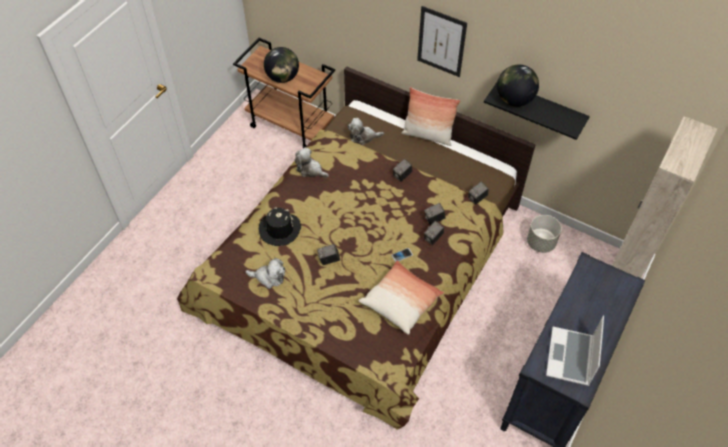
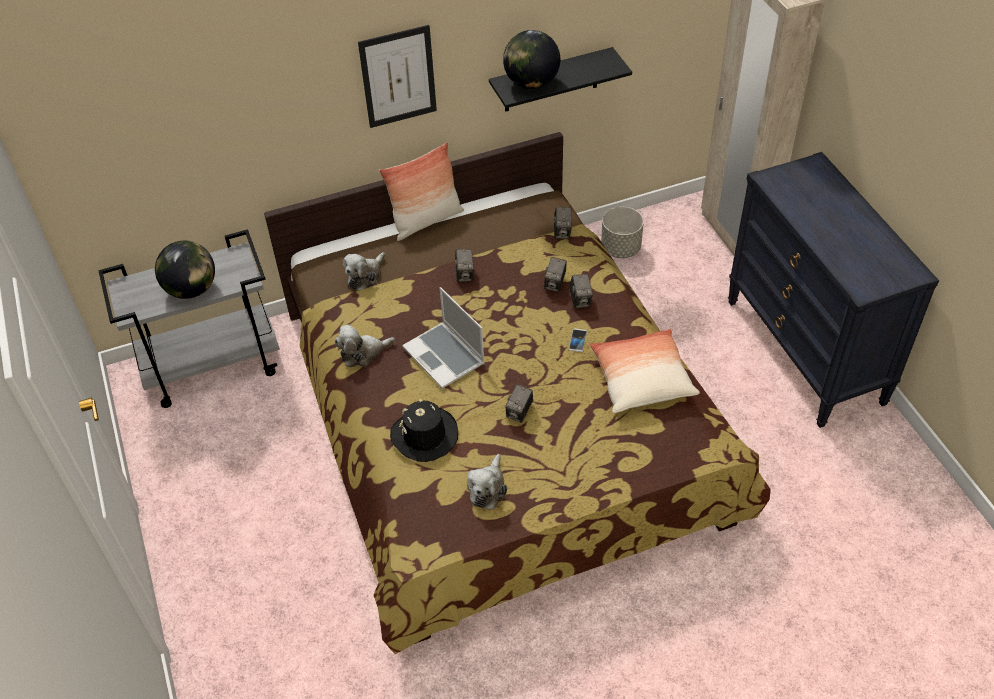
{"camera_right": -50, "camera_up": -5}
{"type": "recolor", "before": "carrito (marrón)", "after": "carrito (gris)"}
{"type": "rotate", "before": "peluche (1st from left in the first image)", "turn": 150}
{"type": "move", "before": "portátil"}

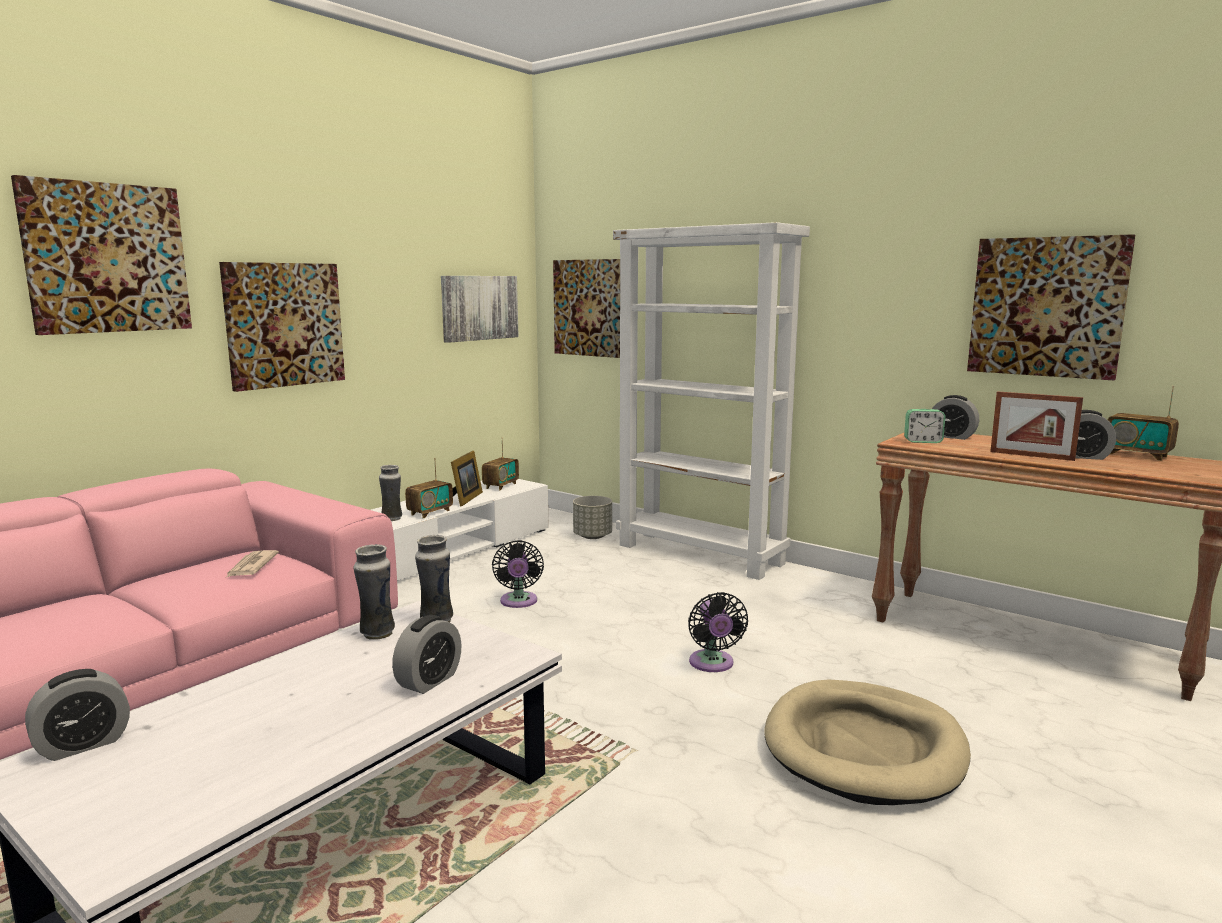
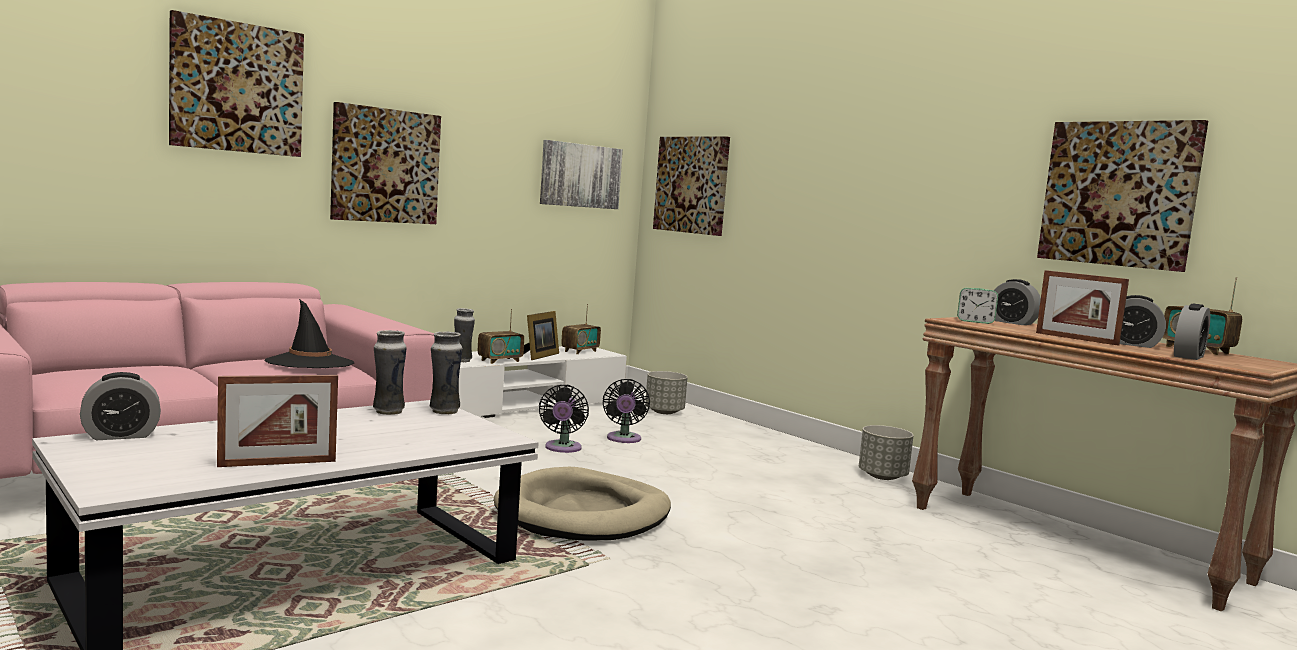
{"camera_right": 10, "camera_up": -5}
{"type": "delete", "before": "estantería (blanco)"}
{"type": "replace", "before": "periódico", "after": "sombrero (negro)"}
{"type": "move", "before": "ventilador (negro) (2nd from left)"}
{"type": "move", "before": "despertador (2nd from left in the first image)", "after": "despertador (5th from left)"}
{"type": "move", "before": "cama para perro (beis)"}
{"type": "insert", "after": "portarretratos (1st from left)"}
{"type": "insert", "after": "maceta (gris) (2nd from left)"}

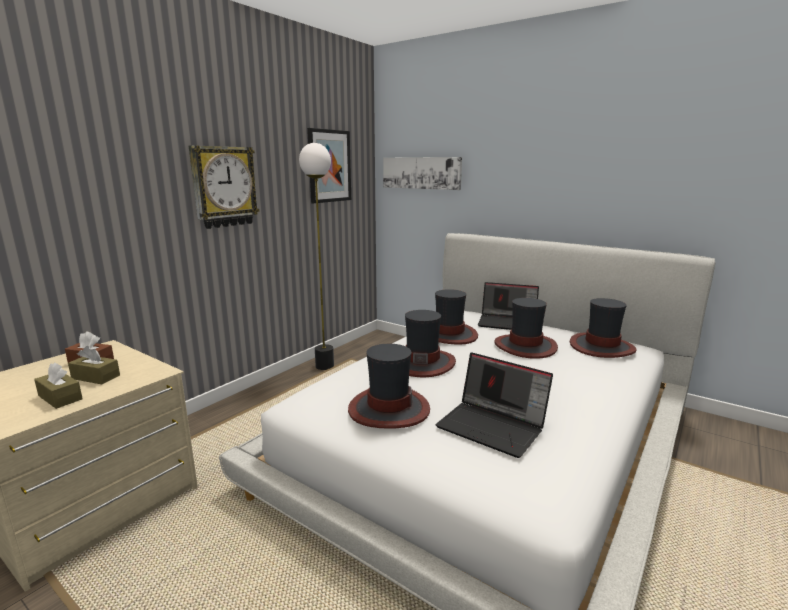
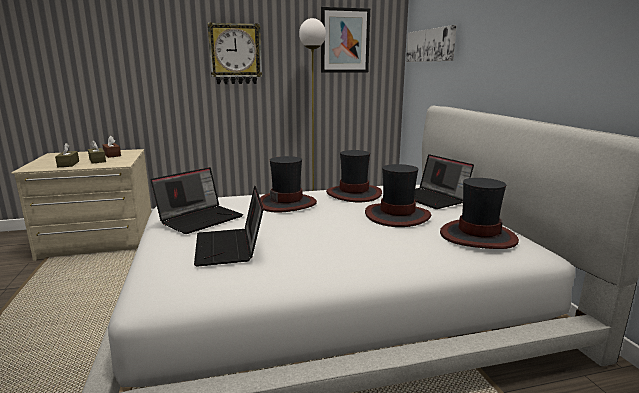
{"camera_right": 40, "camera_up": 0}
{"type": "replace", "before": "sombrero (1st from left)", "after": "portátil (1st from left)"}

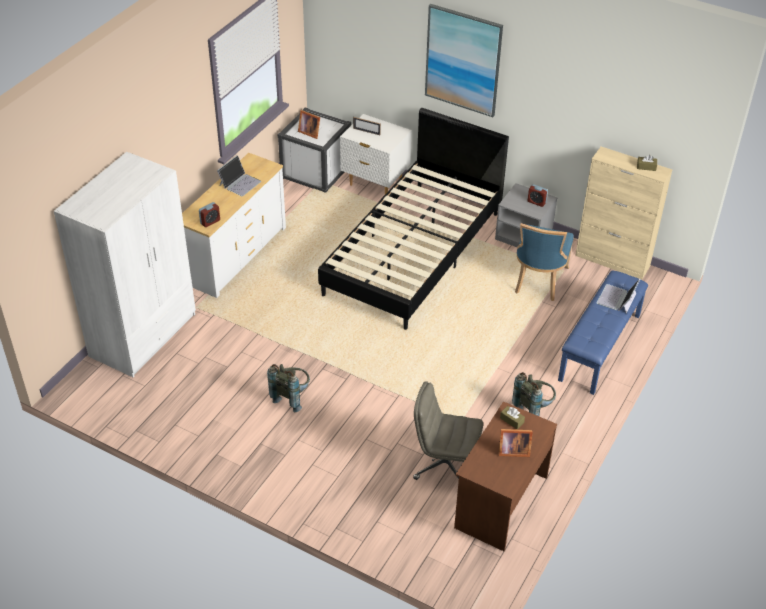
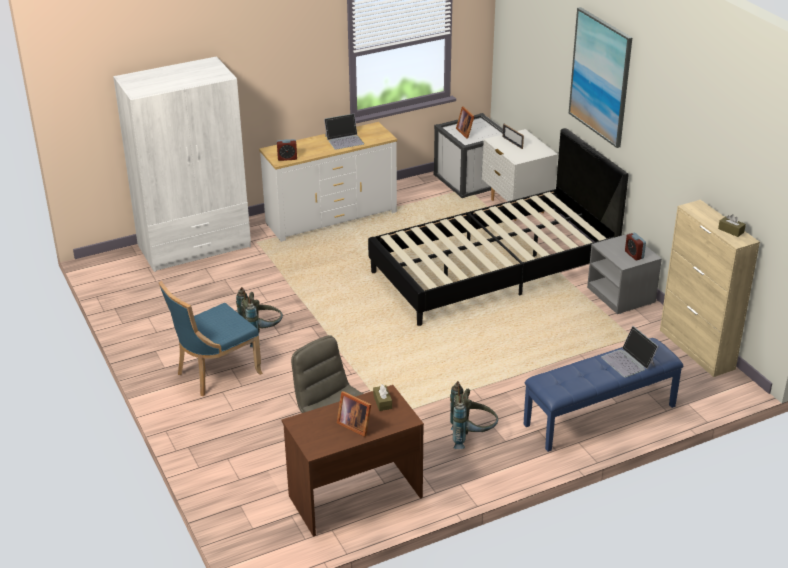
{"camera_right": 35, "camera_up": -10}
{"type": "move", "before": "silla (azul)"}
{"type": "rotate", "before": "portátil (2nd from left)", "turn": -90}

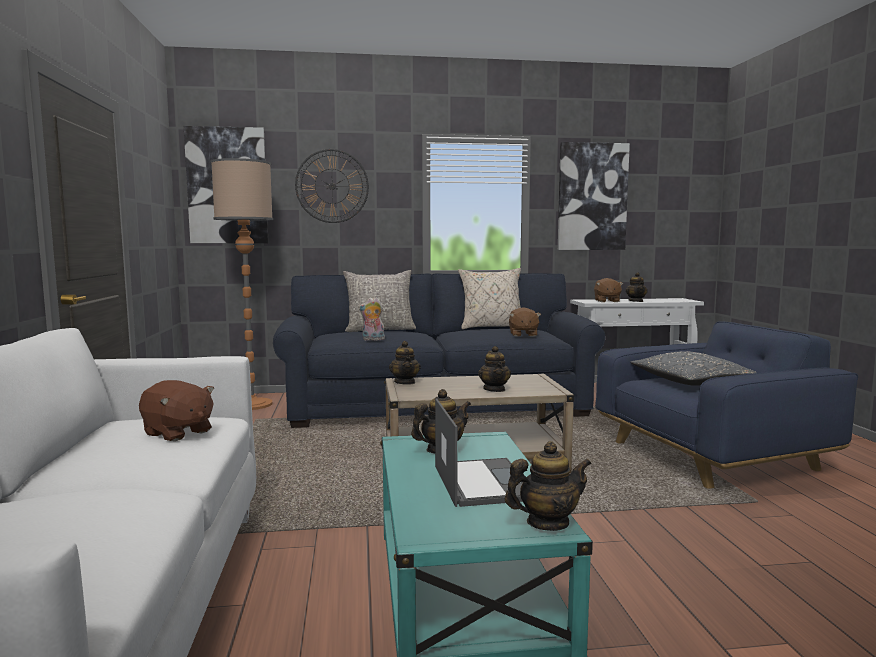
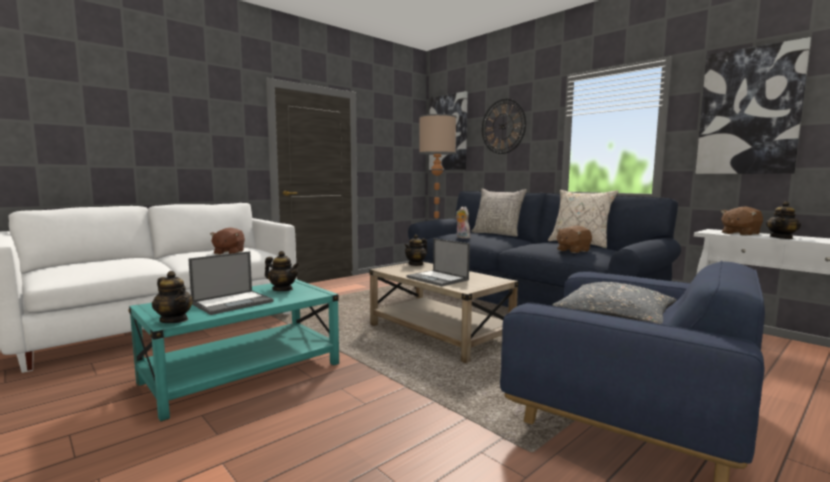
{"camera_right": 55, "camera_up": 0}
{"type": "replace", "before": "tetera (3rd from left)", "after": "portátil (2nd from left)"}

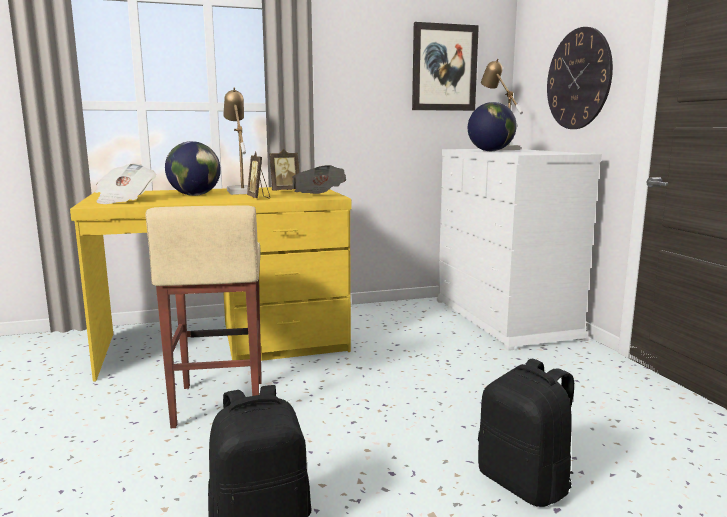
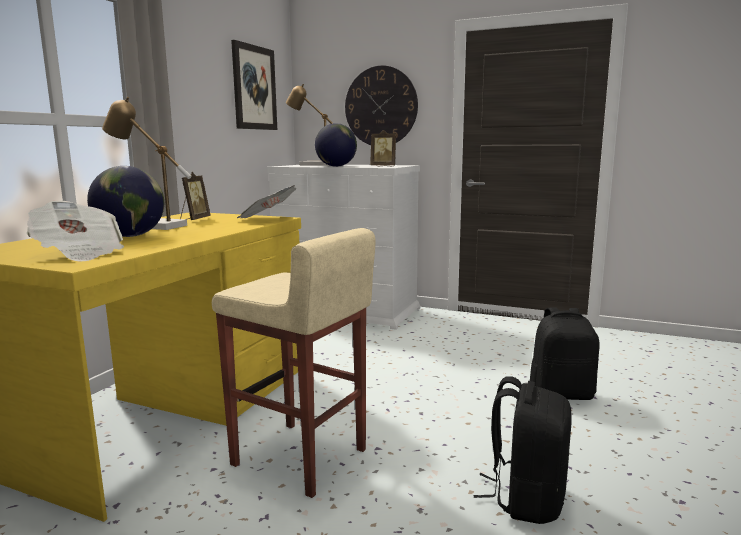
{"camera_right": -50, "camera_up": 0}
{"type": "move", "before": "portarretratos (1st from left in the first image)", "after": "portarretratos (2nd from left)"}

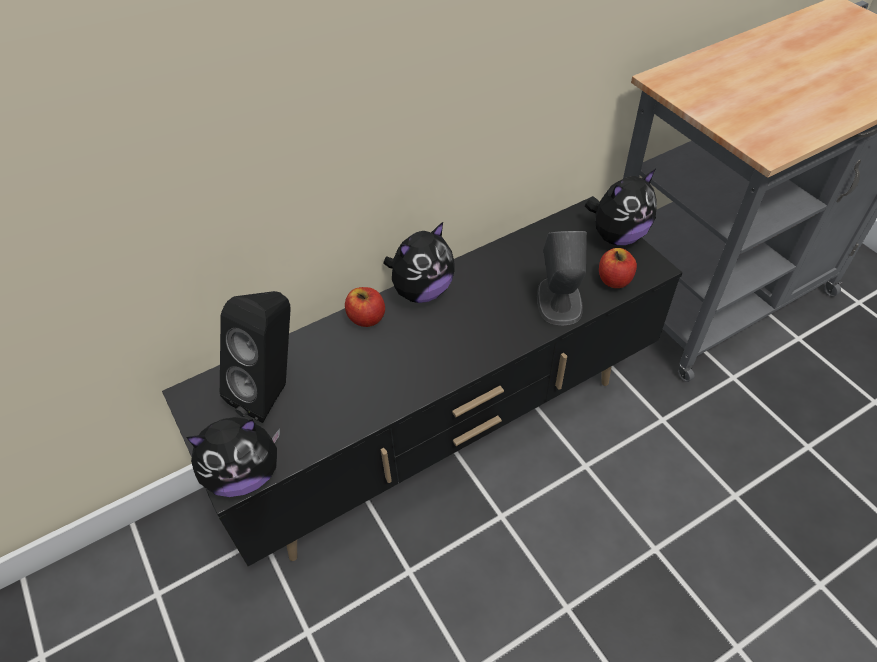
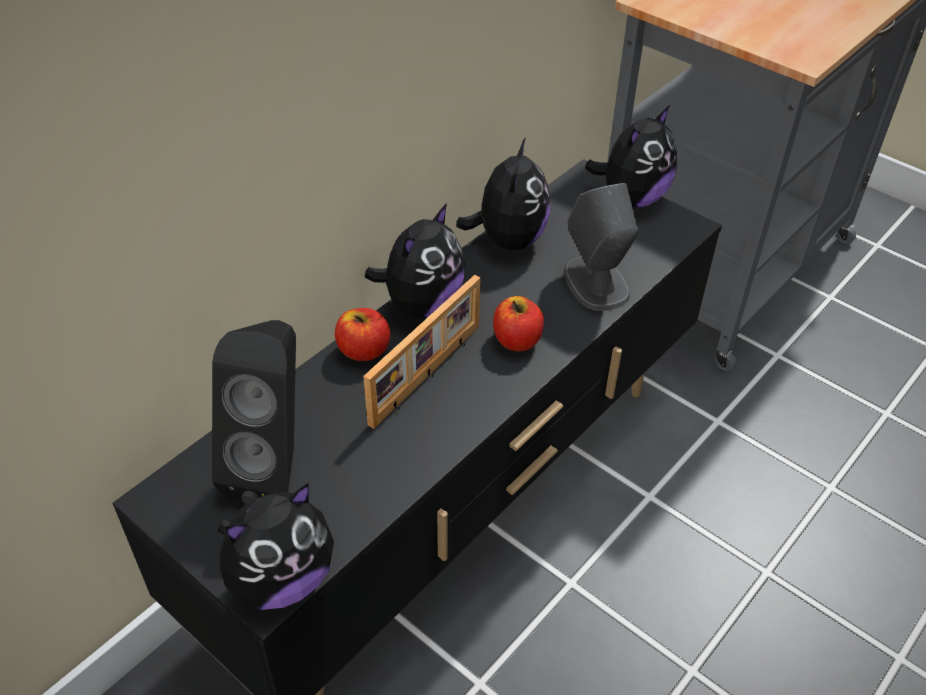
{"camera_right": -20, "camera_up": -5}
{"type": "move", "before": "manzana (2nd from left)"}
{"type": "insert", "after": "peluche (3rd from left)"}
{"type": "insert", "after": "portarretratos"}

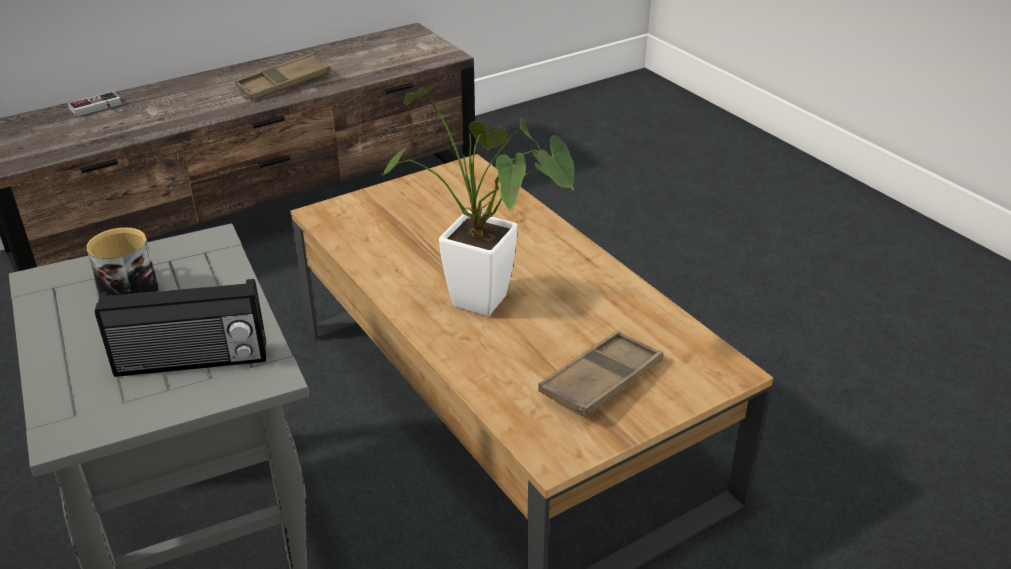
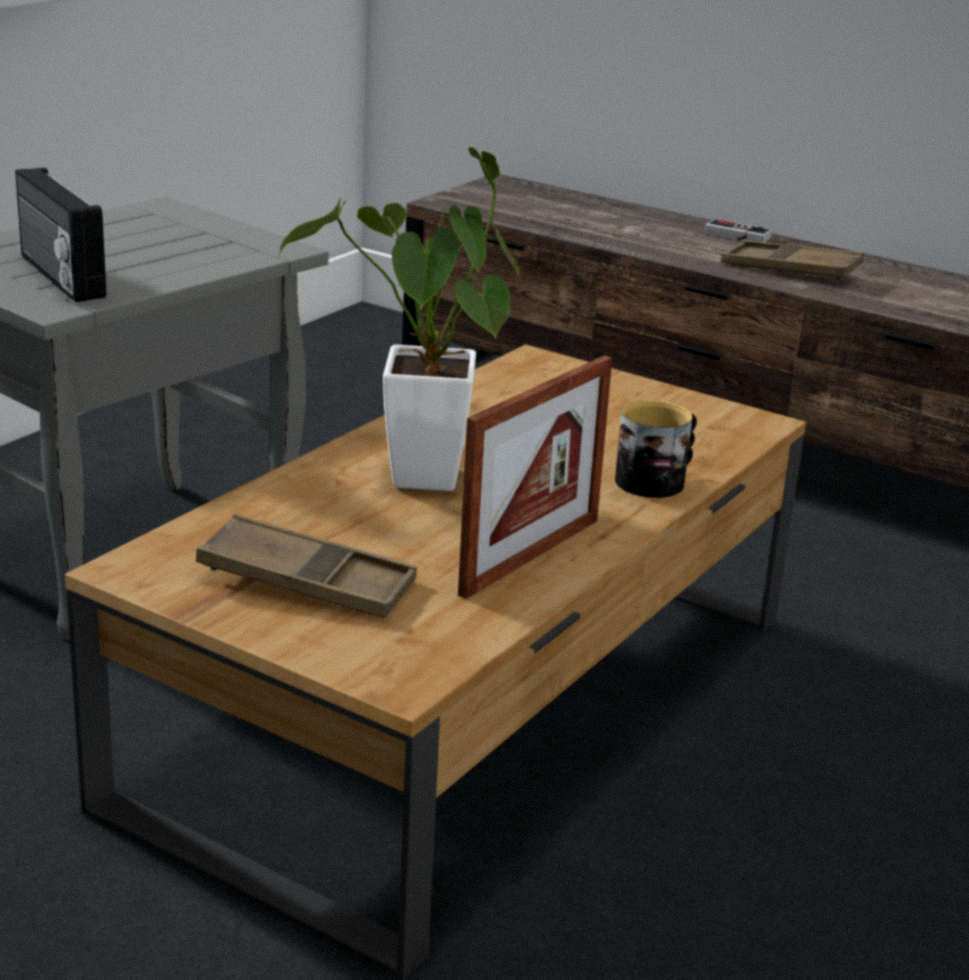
{"camera_right": 65, "camera_up": -10}
{"type": "move", "before": "mando de consola"}
{"type": "move", "before": "taza grande"}
{"type": "insert", "after": "portarretratos"}

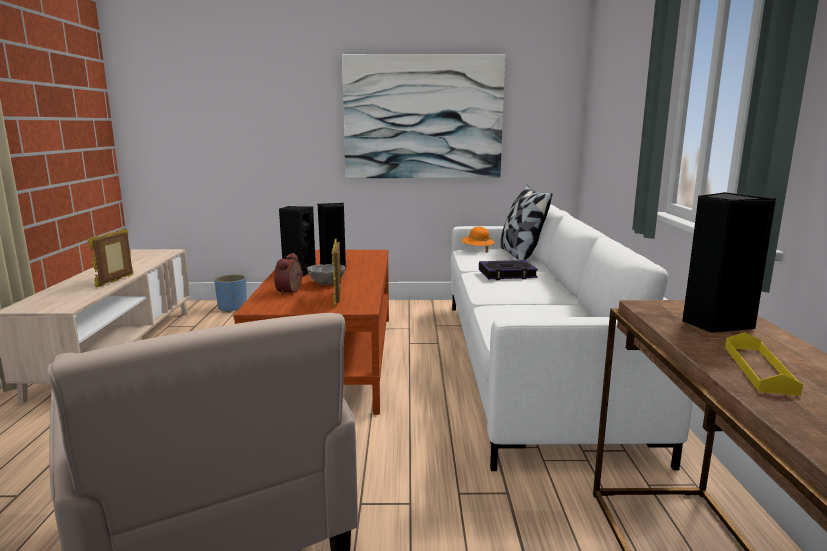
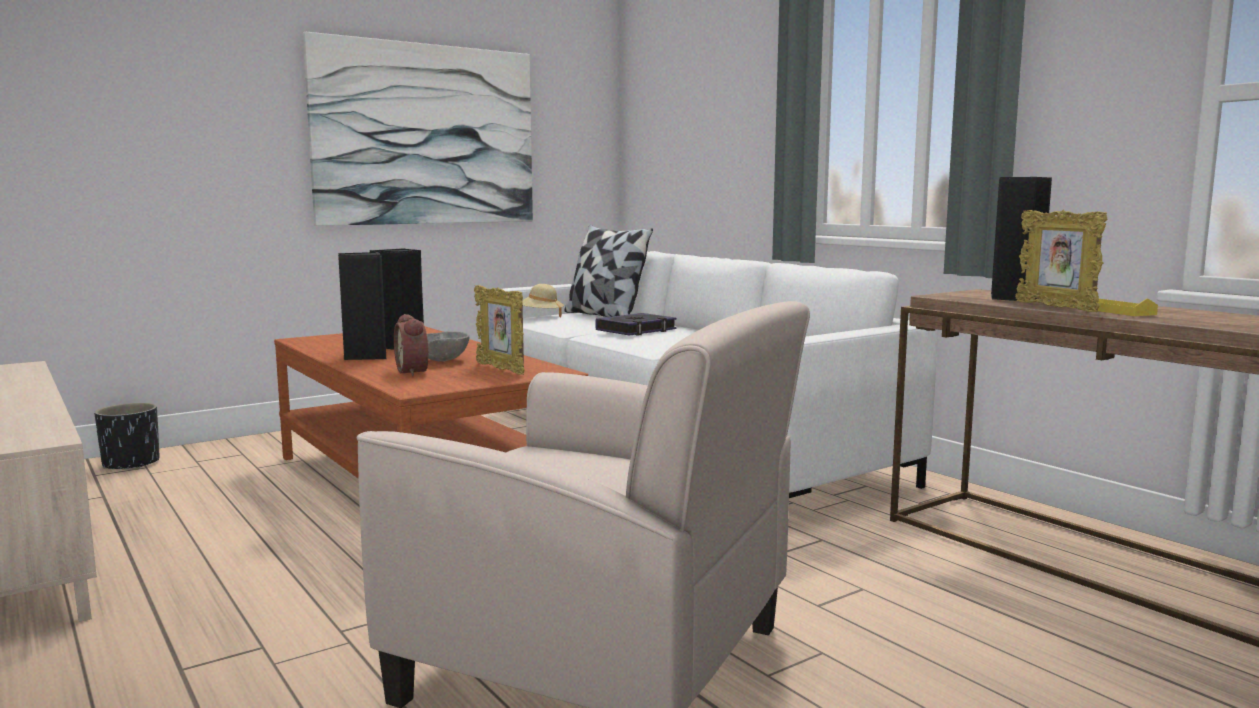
{"camera_right": -35, "camera_up": -5}
{"type": "recolor", "before": "sombrero (naranja)", "after": "sombrero (beis)"}
{"type": "move", "before": "portarretratos (1st from left in the first image)", "after": "portarretratos (2nd from left)"}
{"type": "recolor", "before": "maceta (azul)", "after": "maceta (negro)"}

